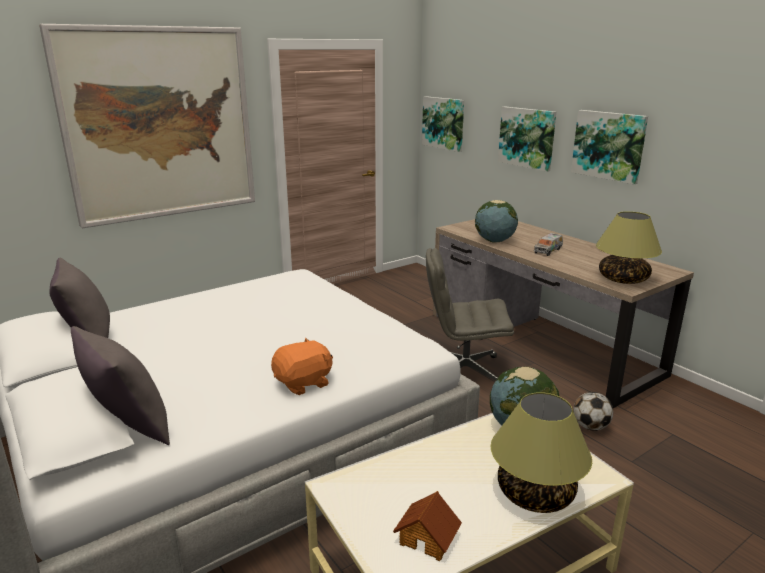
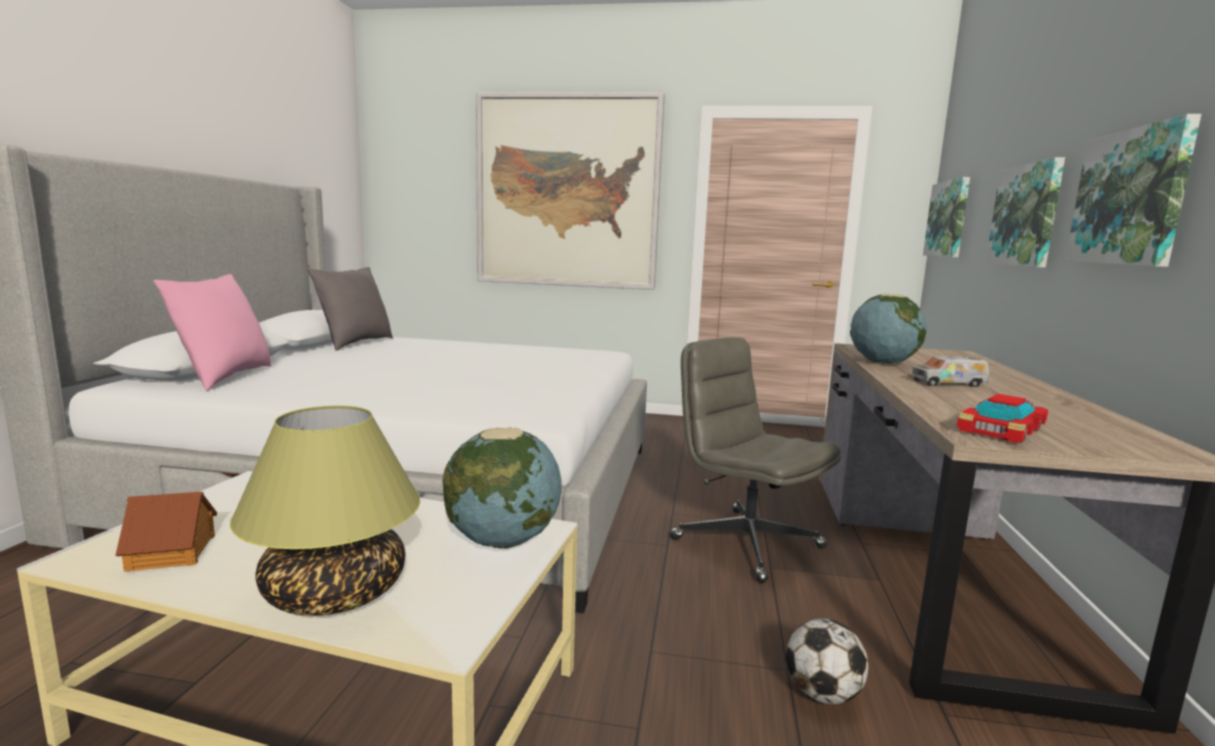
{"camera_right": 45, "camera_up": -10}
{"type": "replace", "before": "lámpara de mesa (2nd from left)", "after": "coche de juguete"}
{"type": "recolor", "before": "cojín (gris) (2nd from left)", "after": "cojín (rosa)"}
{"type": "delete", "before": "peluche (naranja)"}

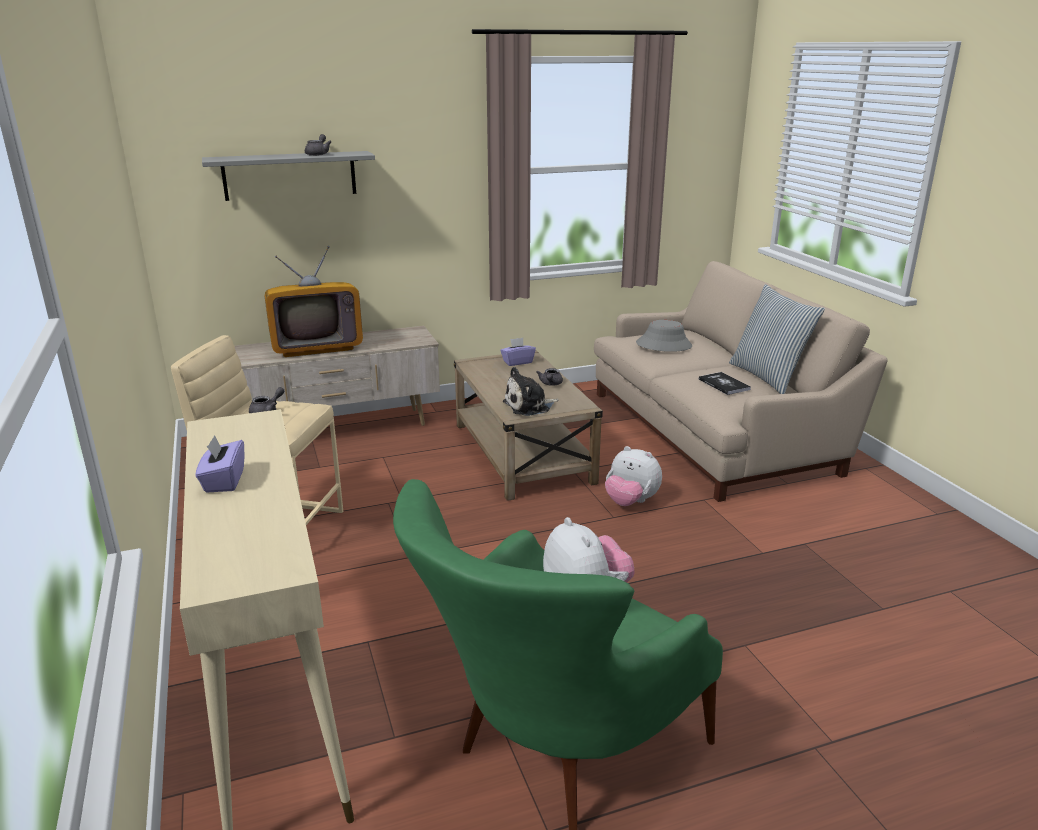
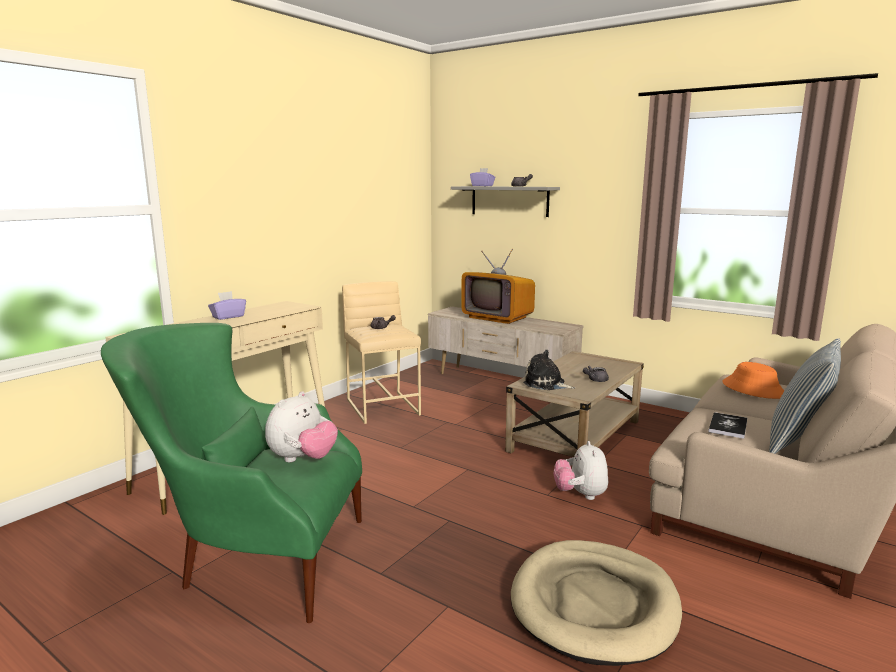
{"camera_right": 55, "camera_up": -10}
{"type": "recolor", "before": "sombrero (gris)", "after": "sombrero (naranja)"}
{"type": "move", "before": "caja de pañuelos (morado) (2nd from left)"}
{"type": "insert", "after": "cama para perro (beis)"}

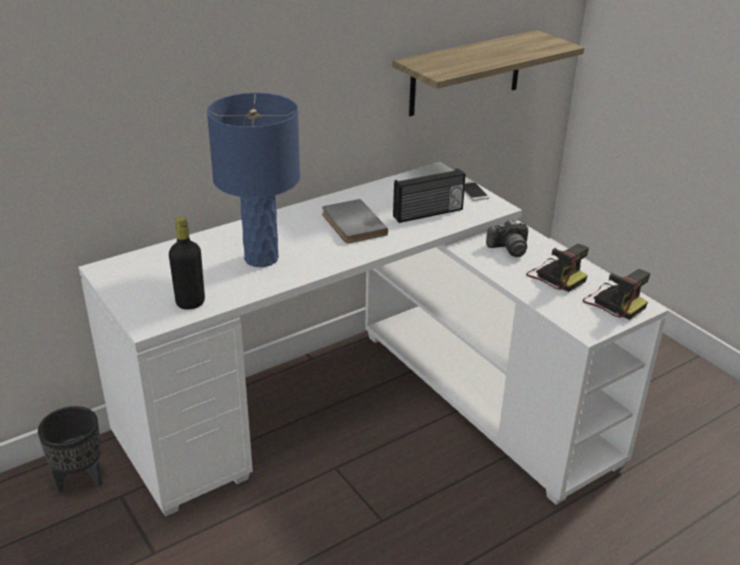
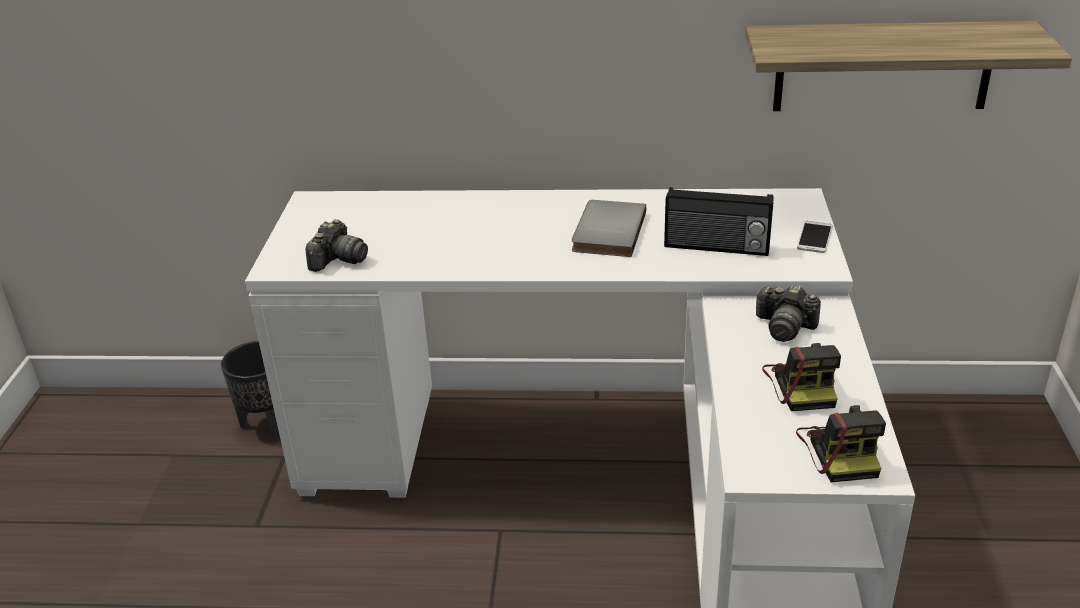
{"camera_right": 40, "camera_up": 0}
{"type": "delete", "before": "lámpara de mesa (azul)"}
{"type": "replace", "before": "botella (negro)", "after": "cámara (1st from left)"}

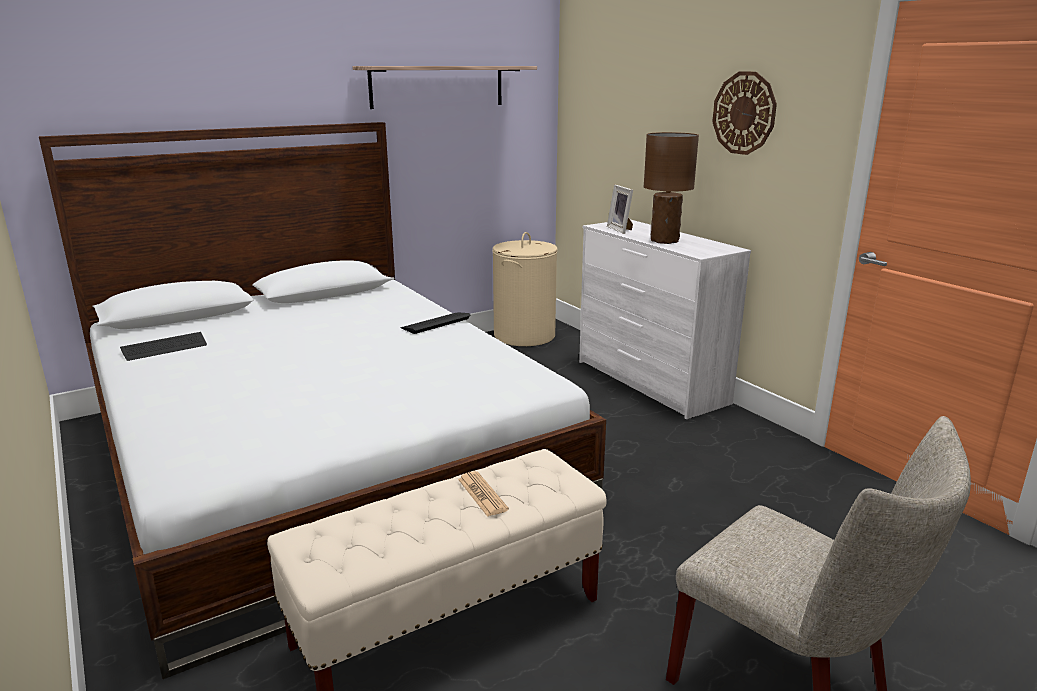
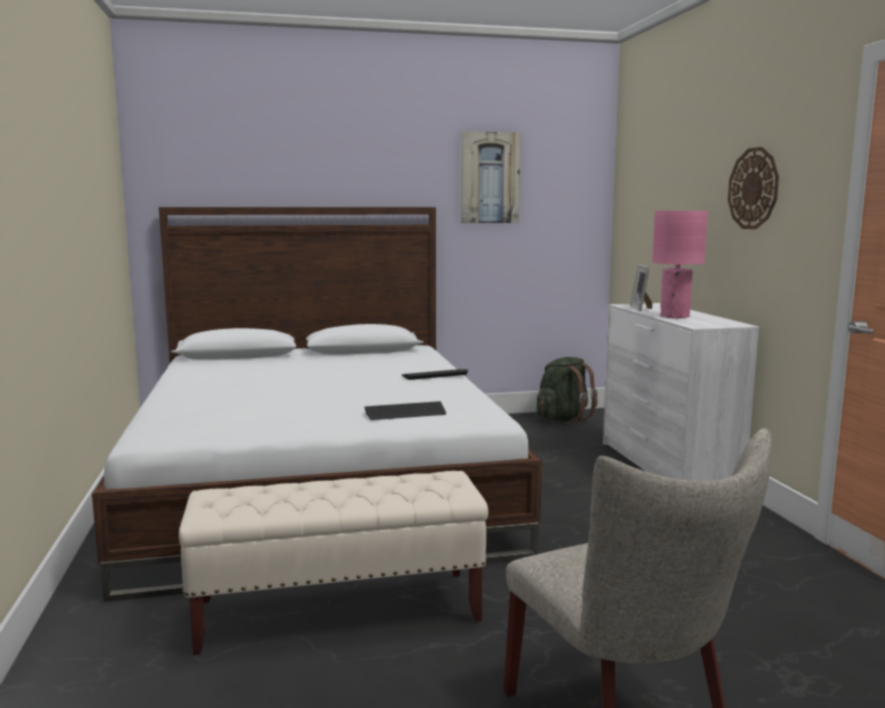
{"camera_right": 20, "camera_up": -10}
{"type": "replace", "before": "estante", "after": "cuadro"}
{"type": "recolor", "before": "lámpara de mesa (marrón)", "after": "lámpara de mesa (rosa)"}
{"type": "replace", "before": "cesto de la ropa (beis)", "after": "mochila (verde)"}
{"type": "move", "before": "teclado (1st from left)"}
{"type": "delete", "before": "periódico"}

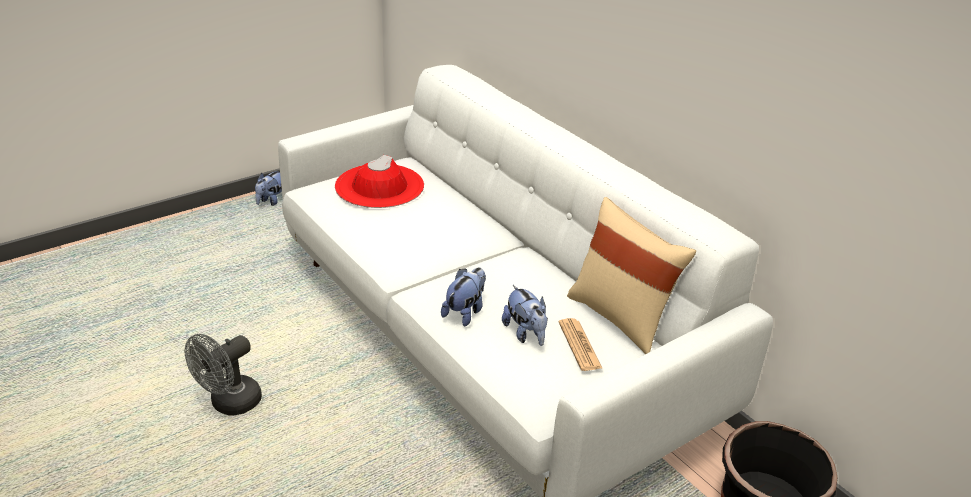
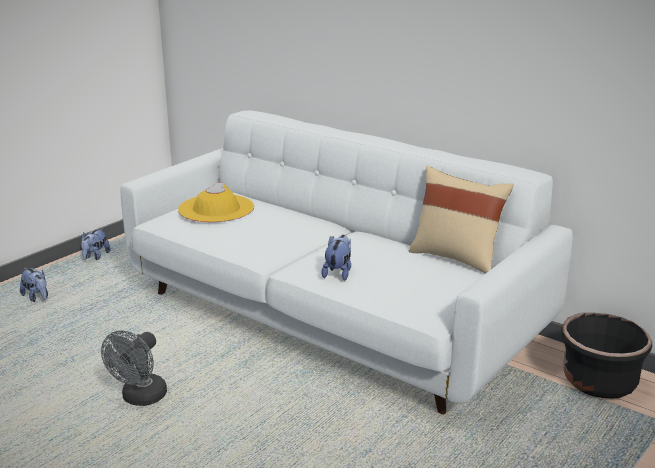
{"camera_right": -15, "camera_up": -10}
{"type": "recolor", "before": "sombrero (rojo)", "after": "sombrero (amarillo)"}
{"type": "move", "before": "peluche (3rd from left in the first image)", "after": "peluche (1st from left)"}
{"type": "delete", "before": "periódico"}

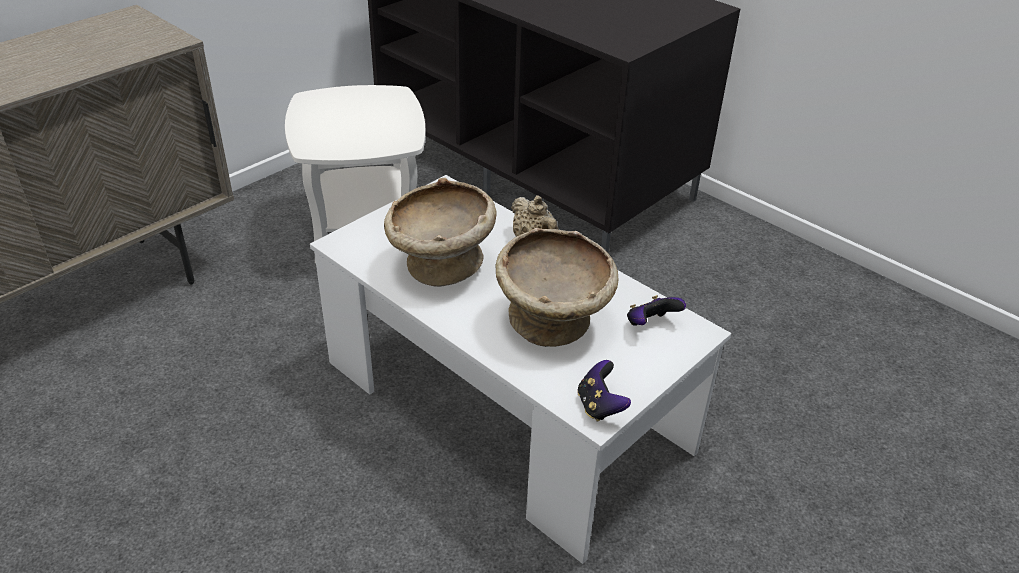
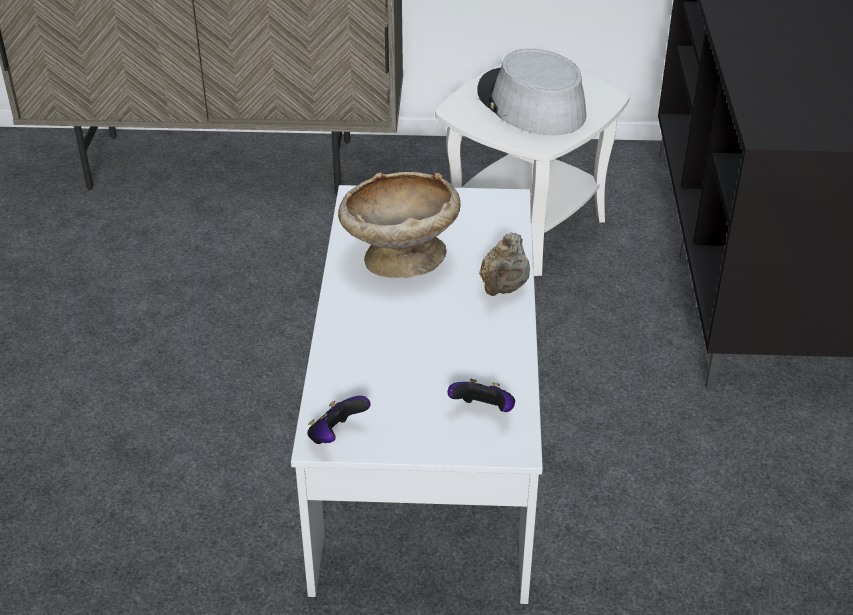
{"camera_right": 50, "camera_up": 0}
{"type": "delete", "before": "cuenco (beis) (2nd from left)"}
{"type": "insert", "after": "sombrero (gris)"}

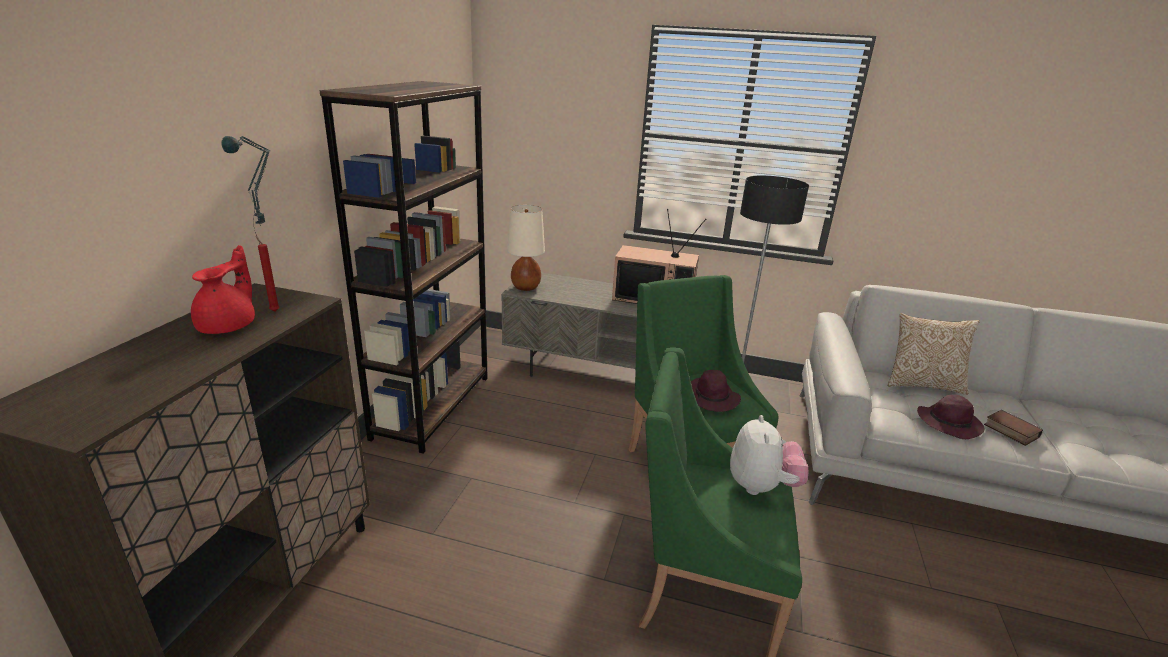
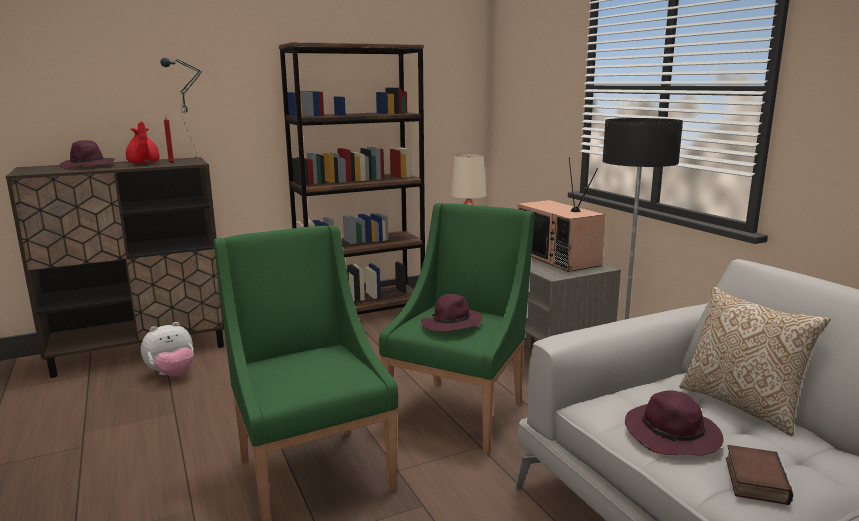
{"camera_right": 50, "camera_up": -10}
{"type": "rotate", "before": "tetera (rojo)", "turn": 90}
{"type": "move", "before": "peluche"}
{"type": "insert", "after": "sombrero (morado) (1st from left)"}

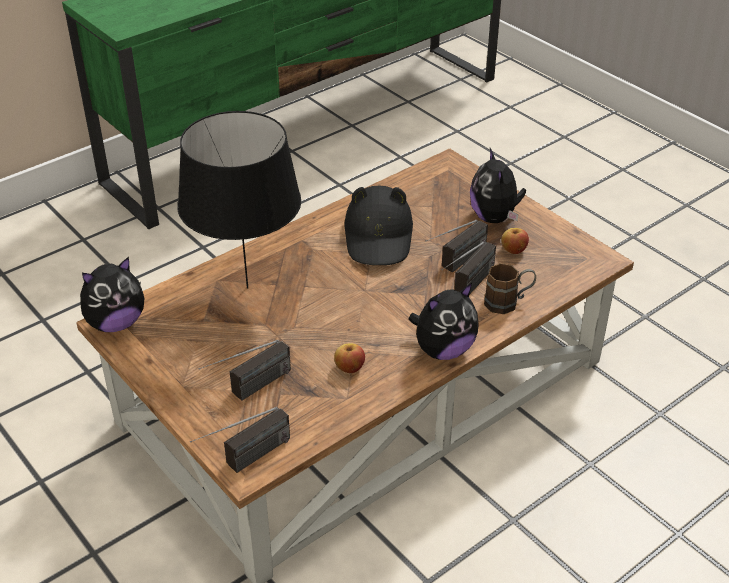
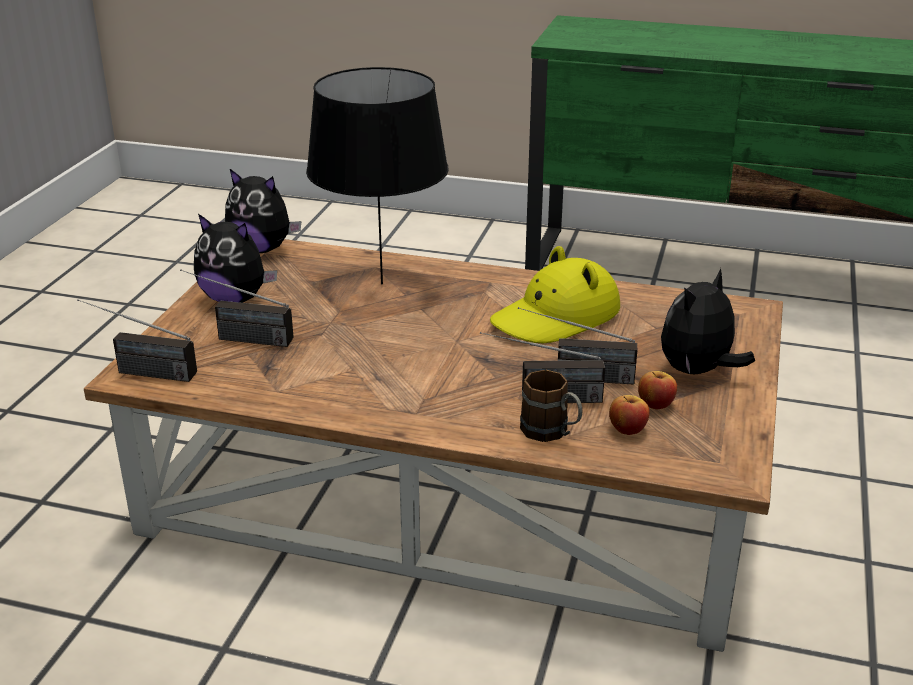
{"camera_right": 55, "camera_up": -10}
{"type": "recolor", "before": "sombrero (negro)", "after": "sombrero (amarillo)"}
{"type": "move", "before": "peluche (2nd from left in the first image)", "after": "peluche (1st from left)"}
{"type": "move", "before": "manzana (1st from left)"}

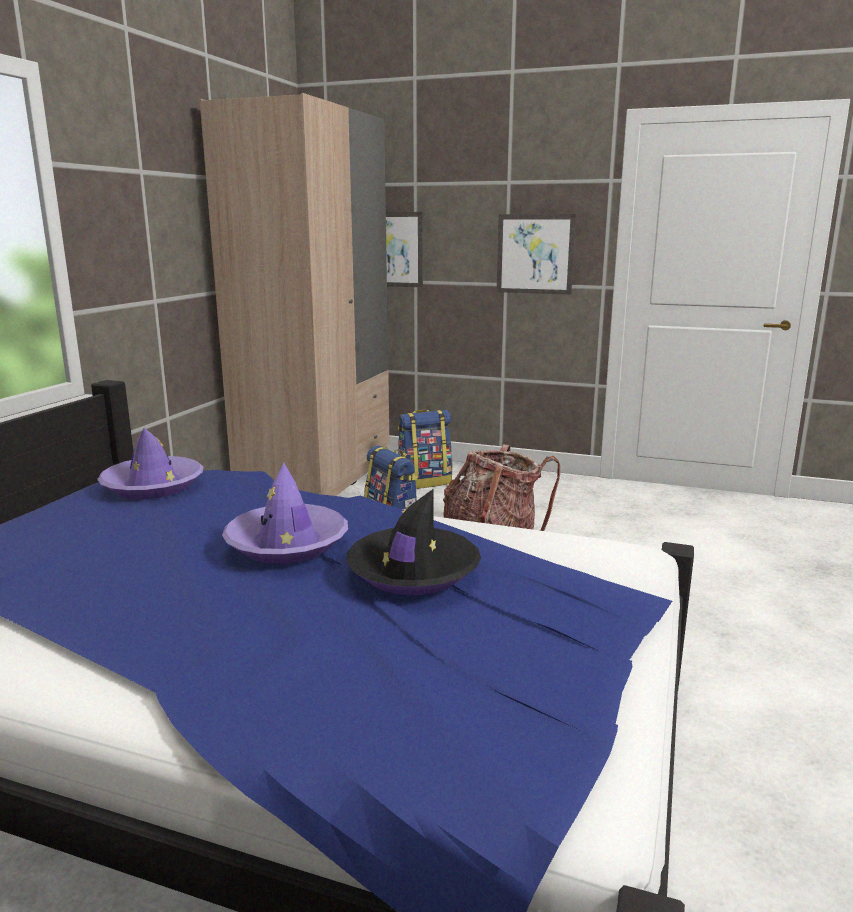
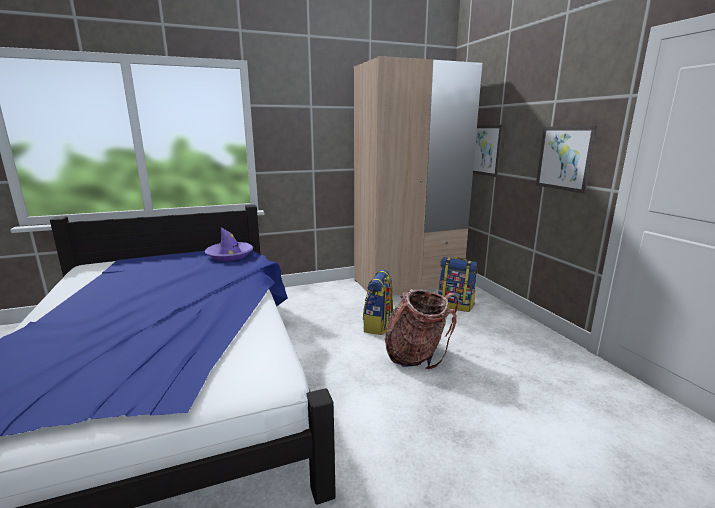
{"camera_right": 50, "camera_up": 0}
{"type": "delete", "before": "sombrero (morado) (2nd from left)"}
{"type": "delete", "before": "sombrero (negro)"}

